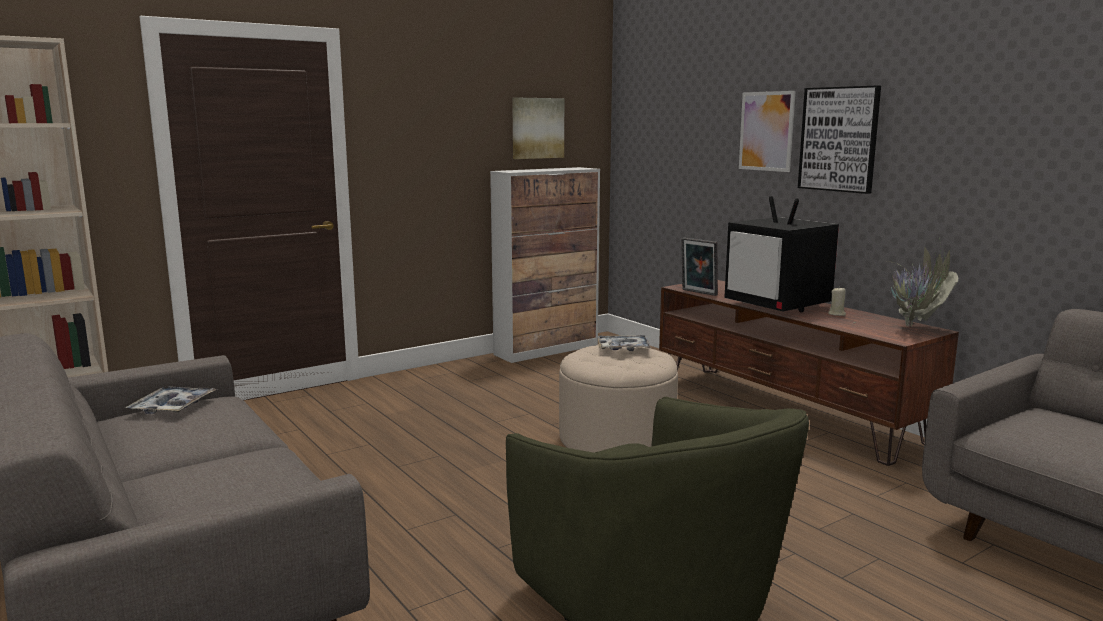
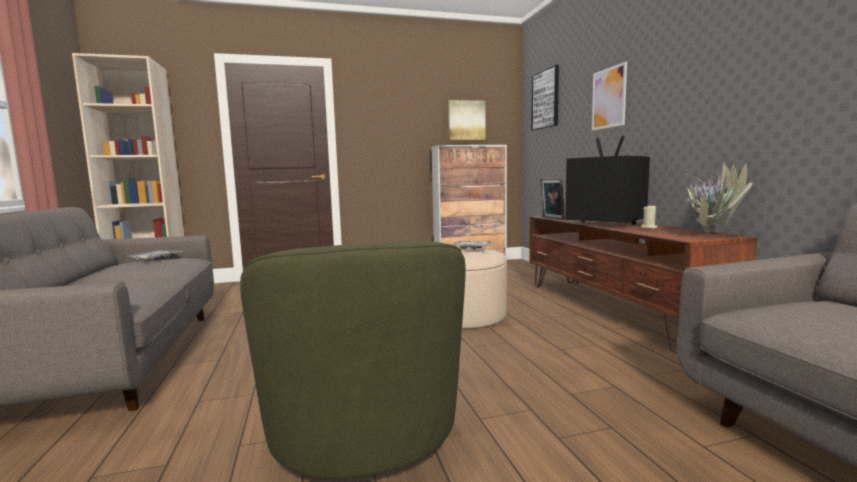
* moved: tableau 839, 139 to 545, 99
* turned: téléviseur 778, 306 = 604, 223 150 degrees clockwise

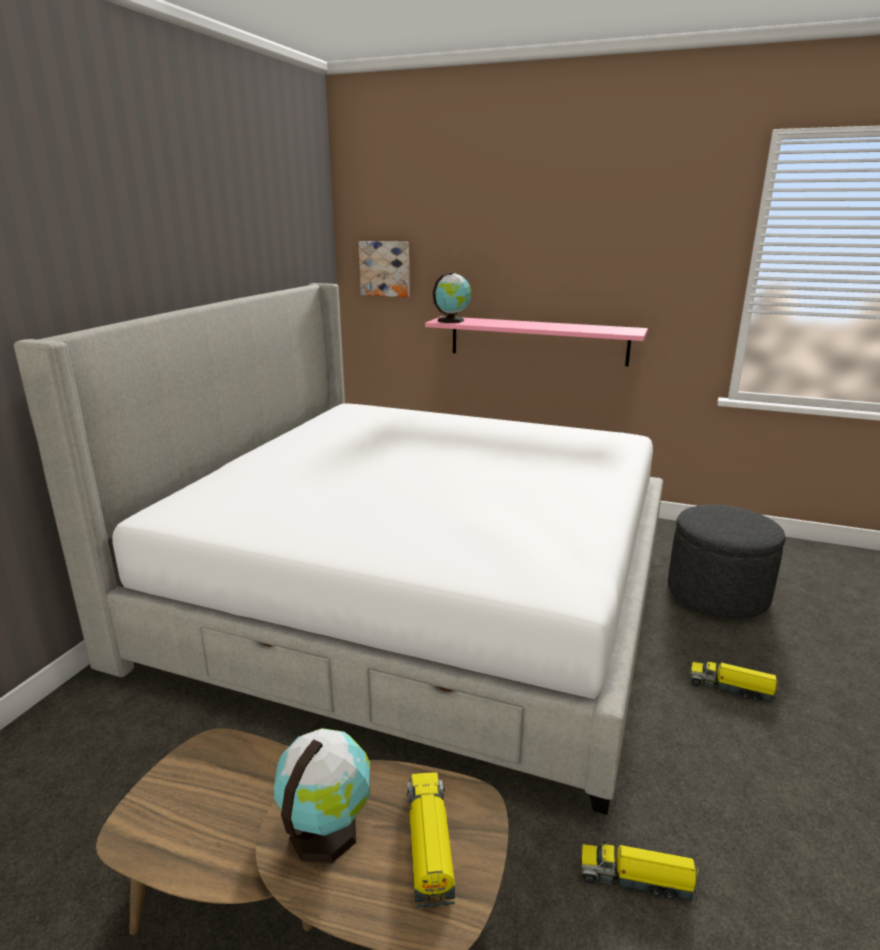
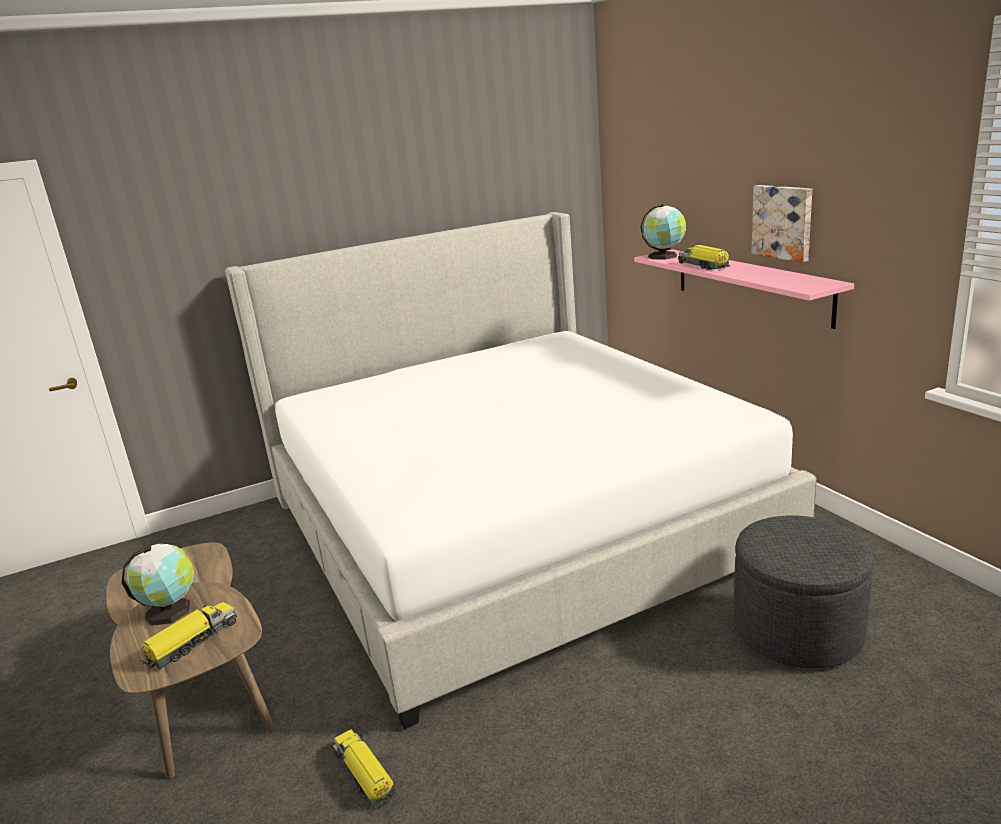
* moved: tableau 385, 268 to 783, 222
* moved: camion jouet 732, 688 to 703, 266

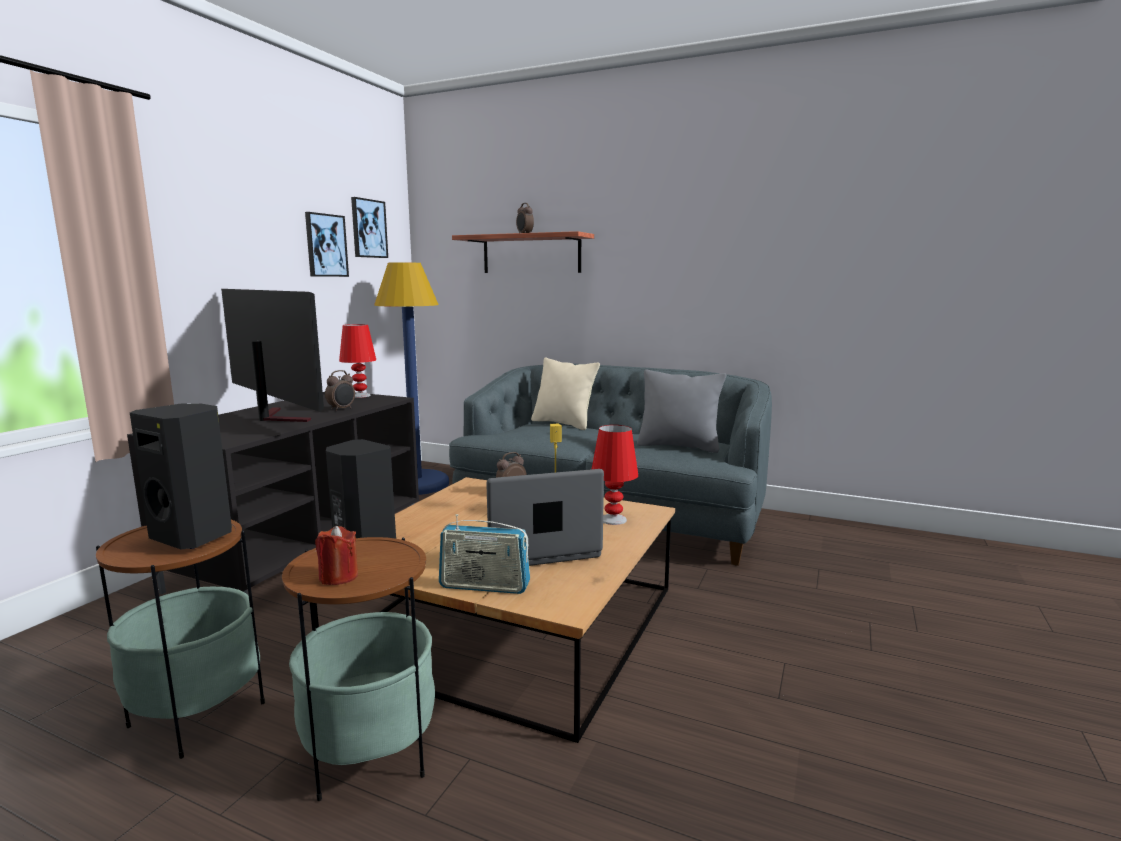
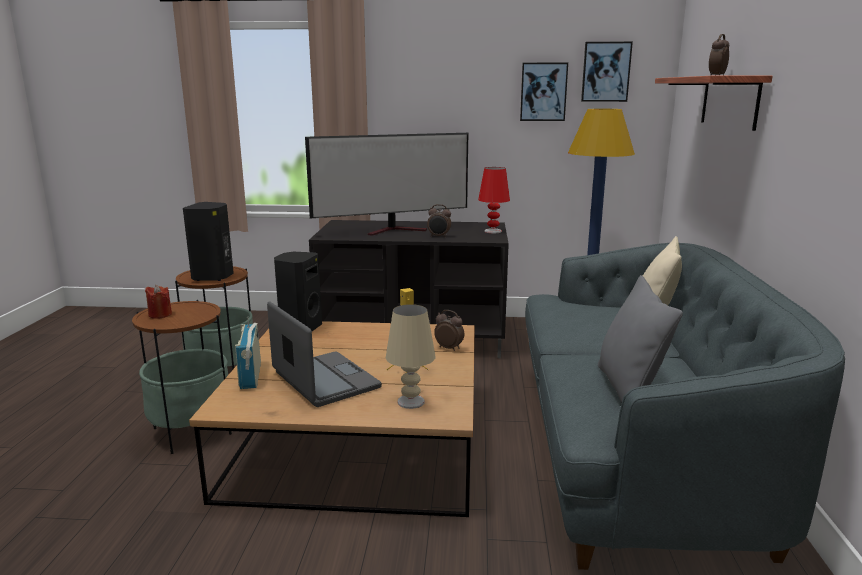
* turned: téléviseur 275, 417 = 396, 230 45 degrees clockwise
* recoloured: lampe de table/rouge 613, 519 to lampe de table/beige 411, 401

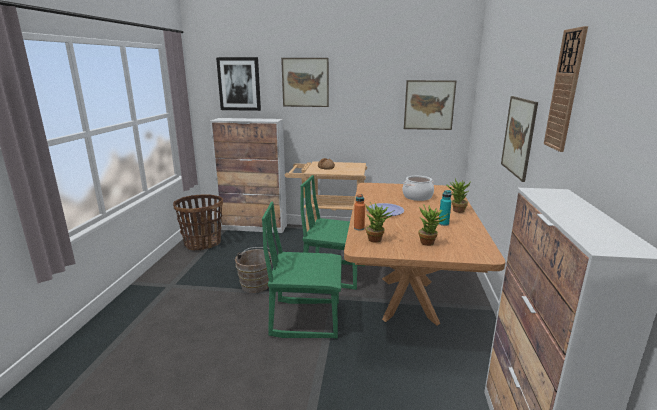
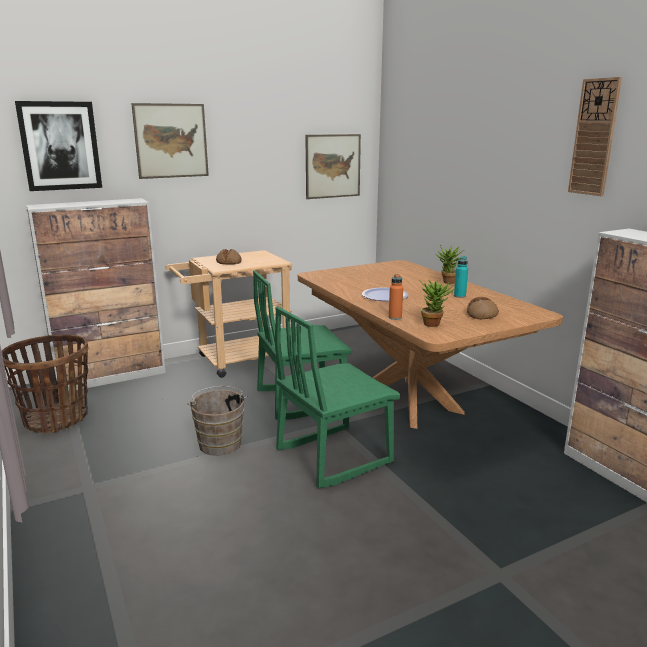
* removed: tableau 518, 136
* removed: marmite 417, 197
* replaced: plante en pot 430, 243 to pain 482, 315

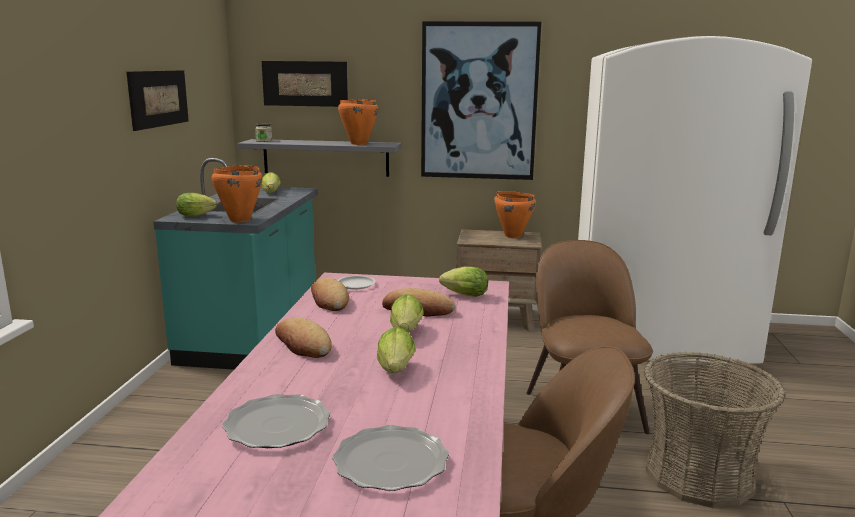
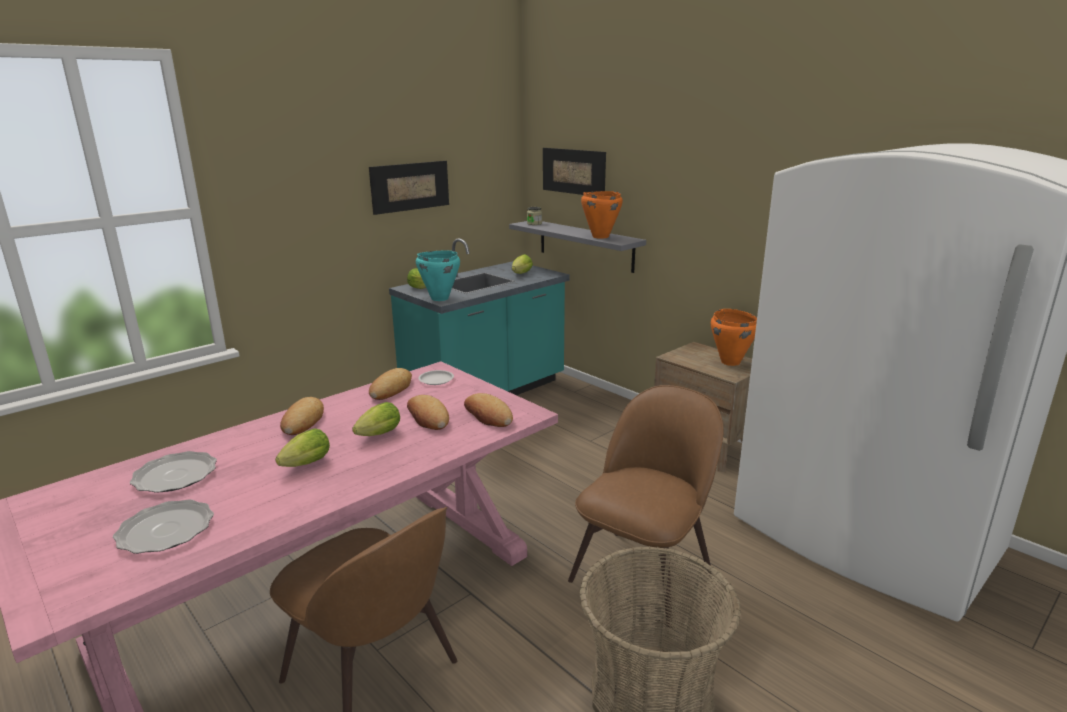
* removed: tableau 479, 102
* recoloured: marmite/orange 239, 220 to marmite/turquoise 439, 298
* replaced: laitue 462, 295 to pain 488, 415

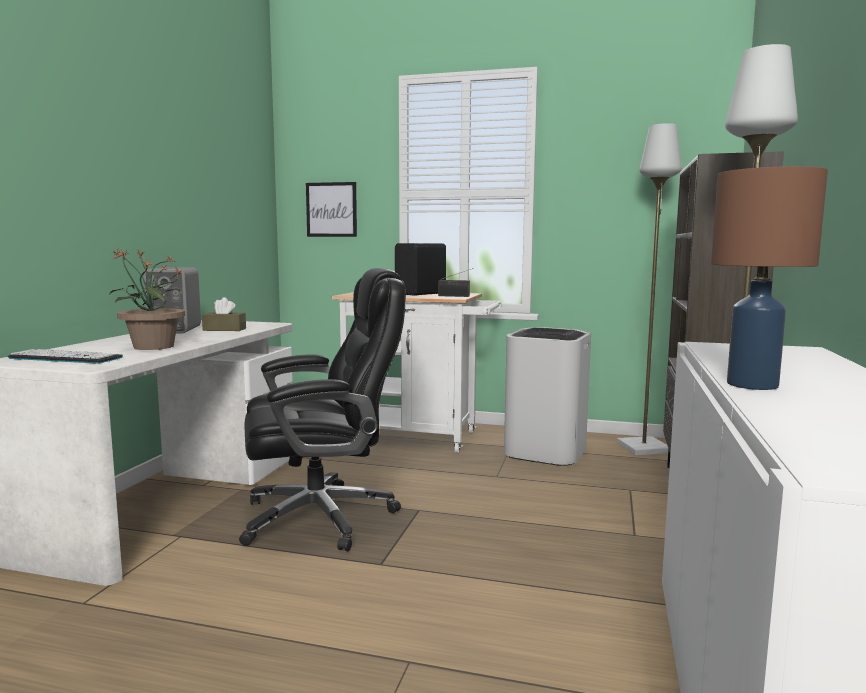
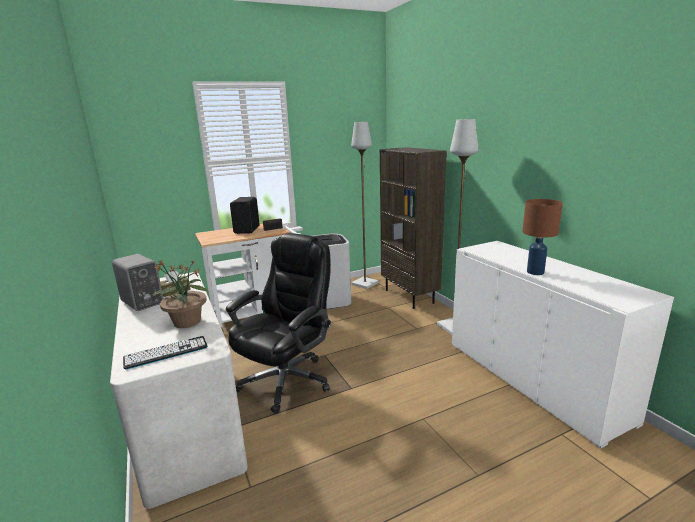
* removed: tableau 331, 209

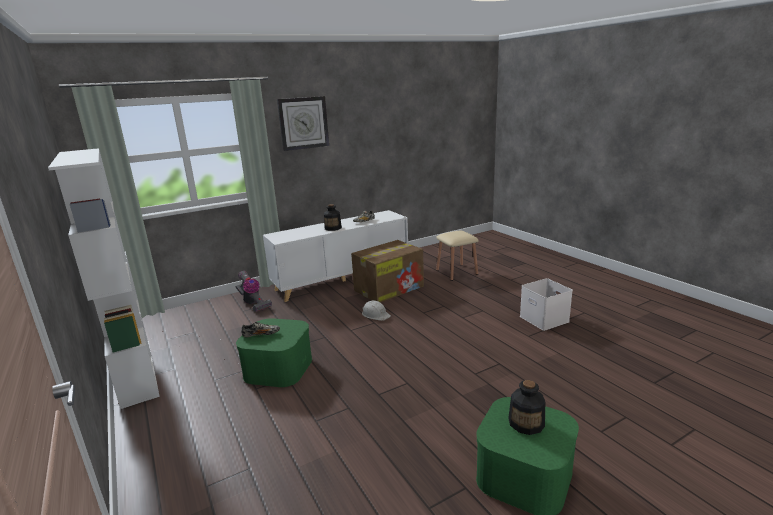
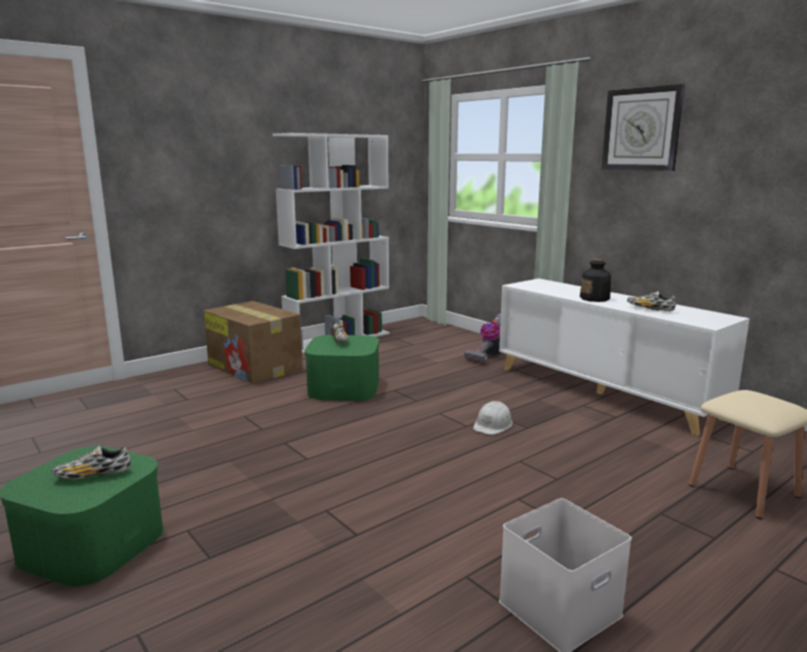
* moved: carton 389, 288 to 255, 367
* replaced: bouteille 526, 423 to chaussure 93, 476

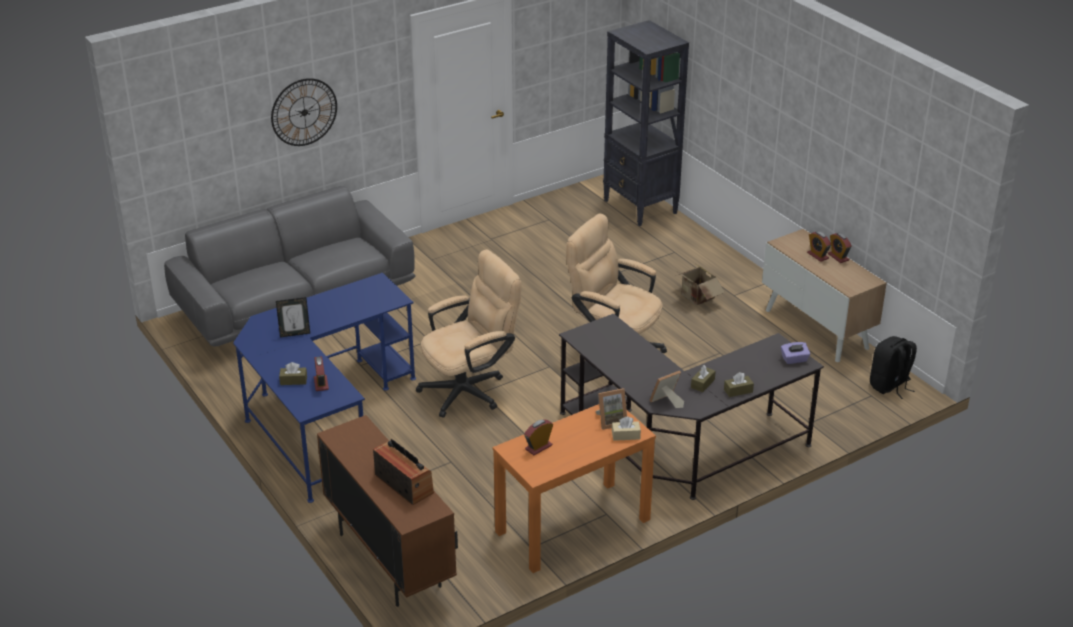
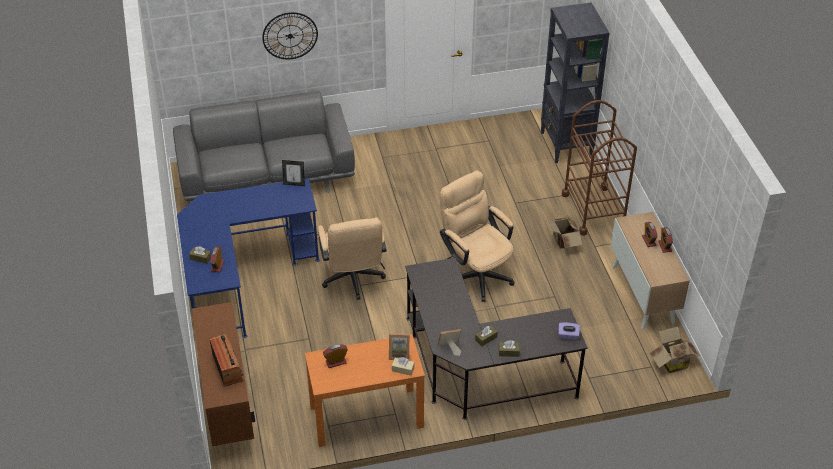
* turned: chaise de bureau/beige 470, 389 = 353, 280 90 degrees clockwise
* moved: cadre photo 295, 334 to 294, 184
* replaced: sac à dos/noir 890, 386 to carton 671, 362
* added: chariot/marron 593, 210

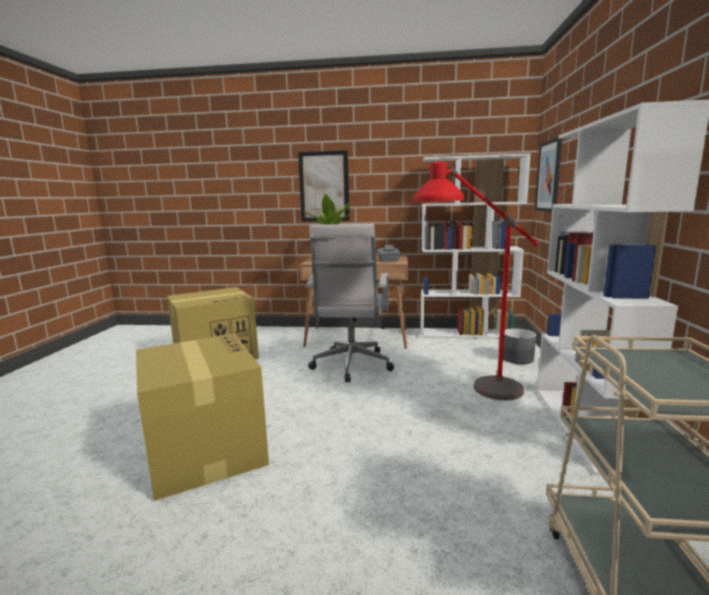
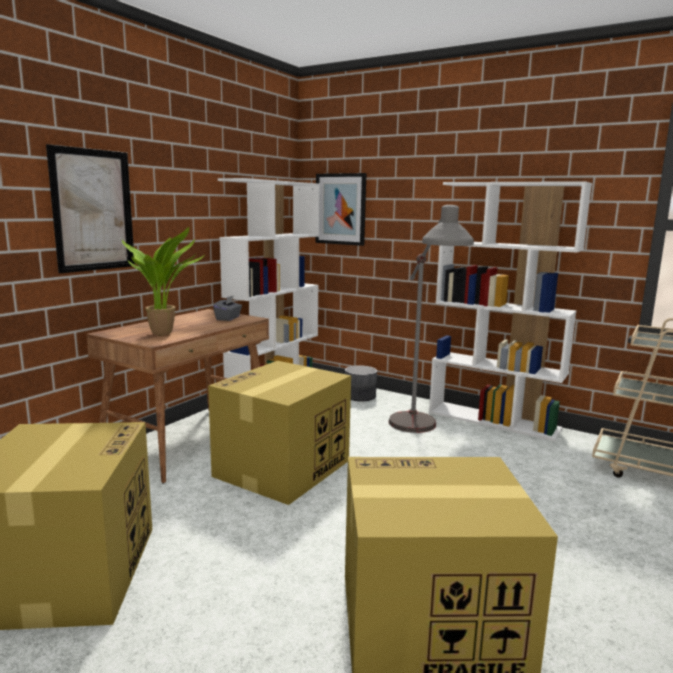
* recoloured: lampadaire/rouge 473, 397 to lampadaire/gris 419, 437
* replaced: chaise de bureau/blanc 351, 366 to carton 281, 469

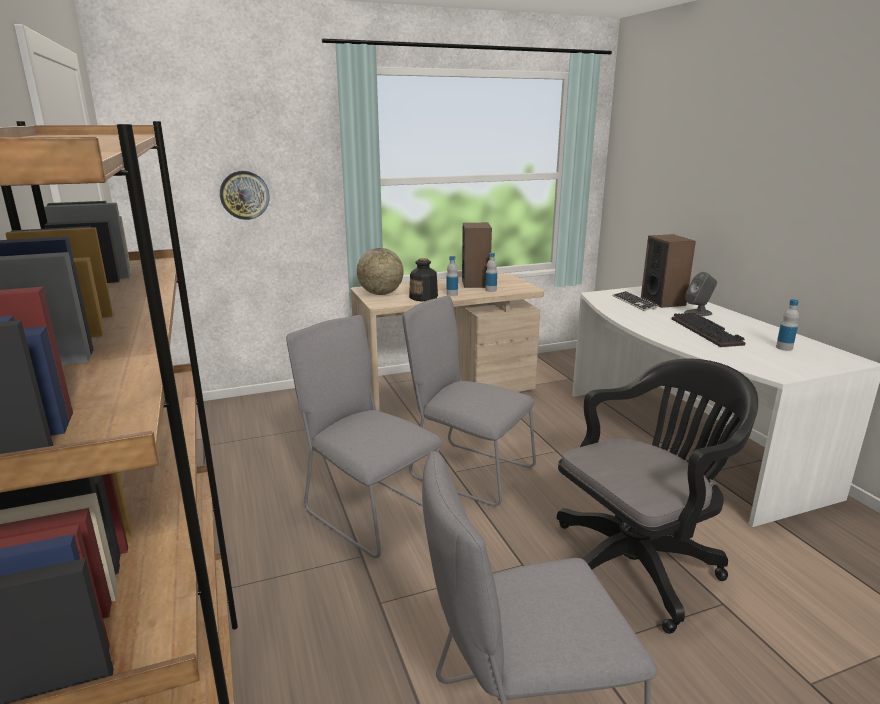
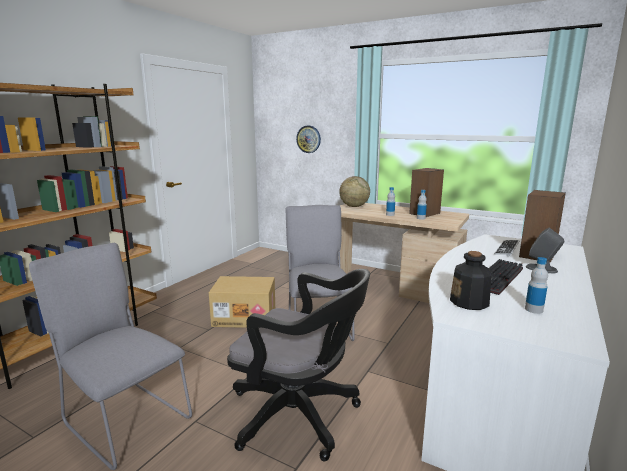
* moved: bouteille 424, 297 to 469, 302
* replaced: chaise/gris 369, 511 to carton 245, 317

